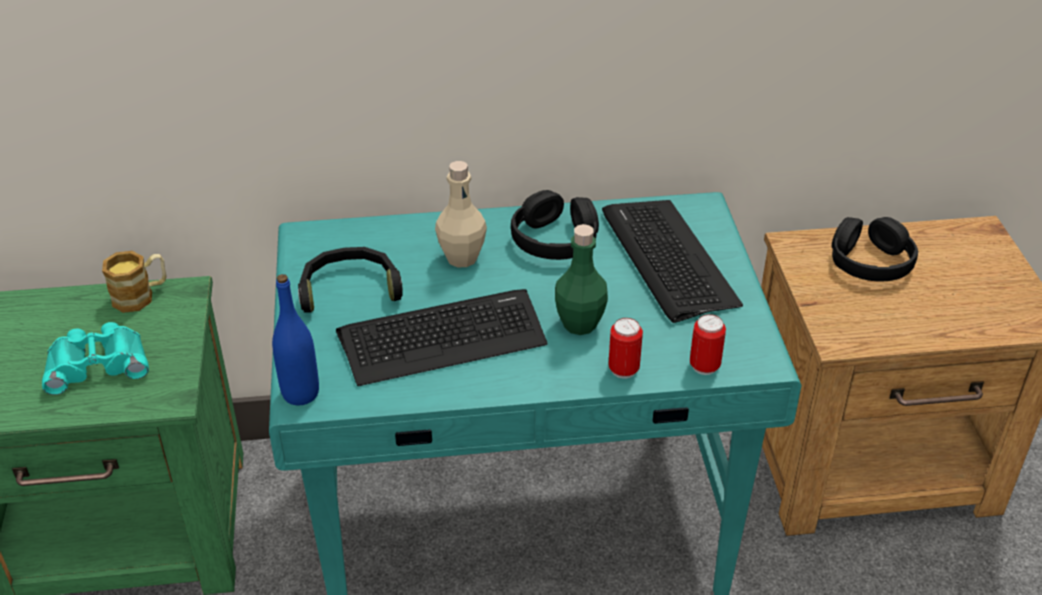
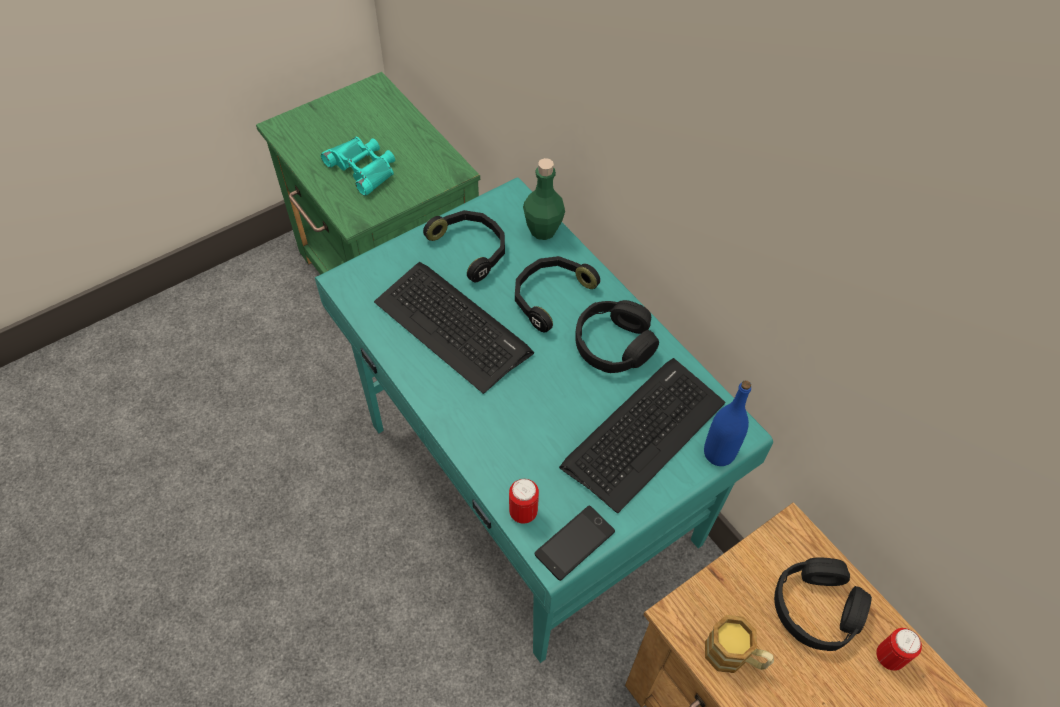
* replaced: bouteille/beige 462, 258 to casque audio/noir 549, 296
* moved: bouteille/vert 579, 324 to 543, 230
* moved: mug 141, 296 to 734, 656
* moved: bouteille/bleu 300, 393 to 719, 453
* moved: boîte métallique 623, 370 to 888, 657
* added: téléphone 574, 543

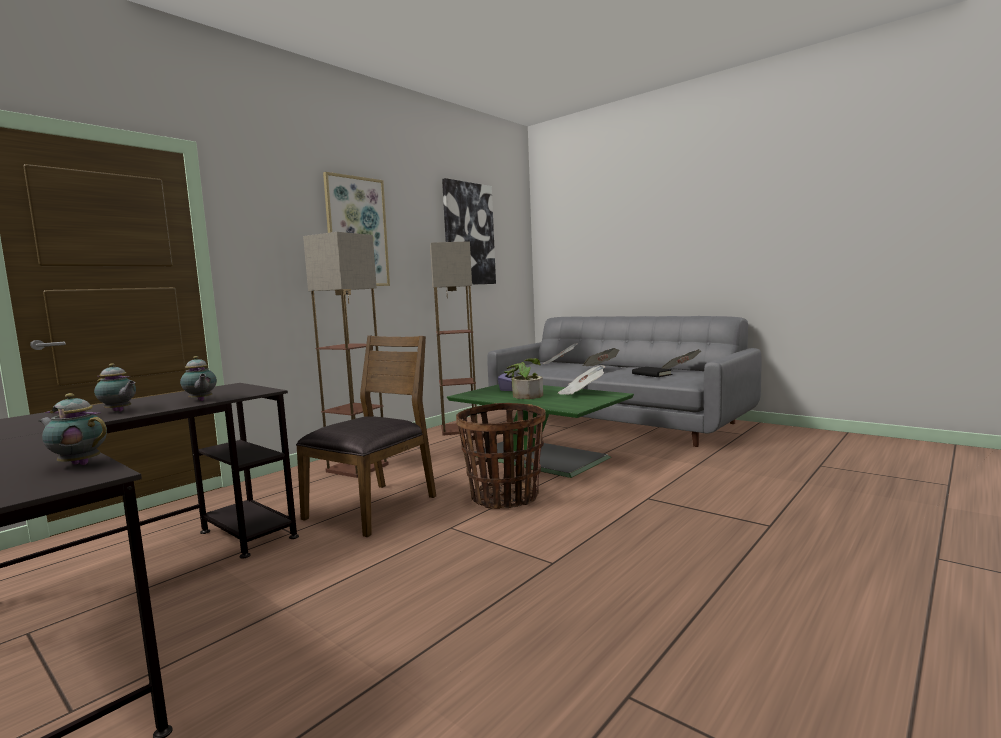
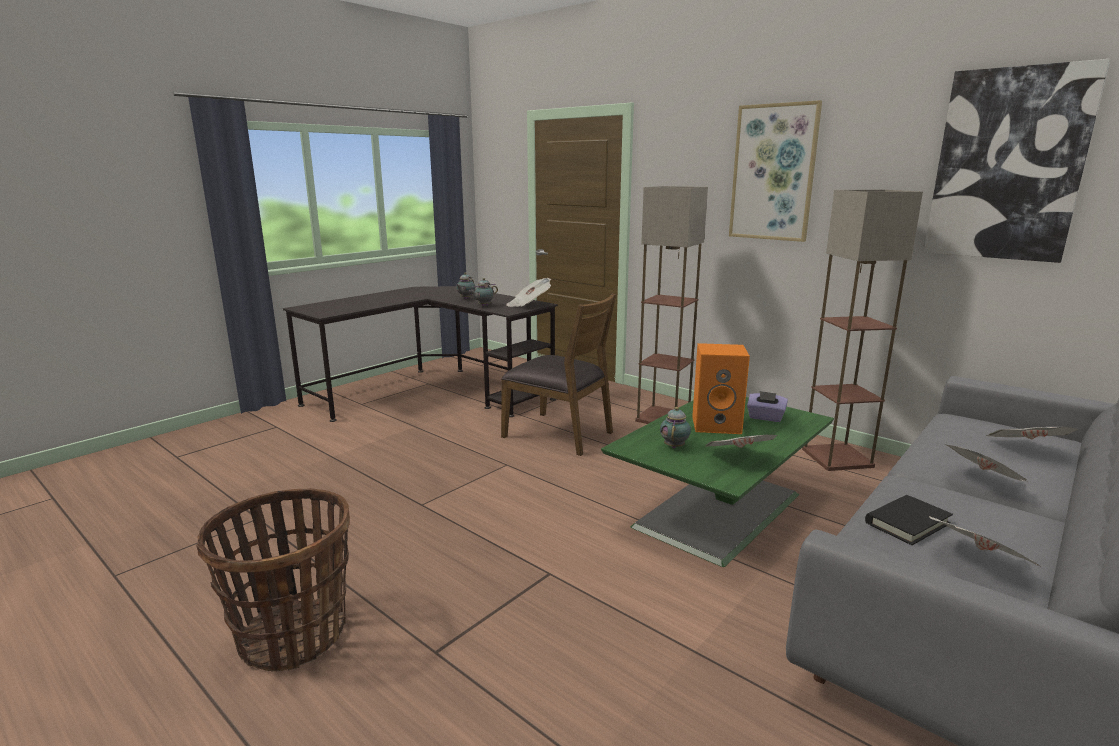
* replaced: plante en pot 525, 395 to enceinte/orange 717, 425
* moved: théière 78, 464 to 674, 446
* moved: panier 504, 497 to 293, 635
* added: journal 529, 305

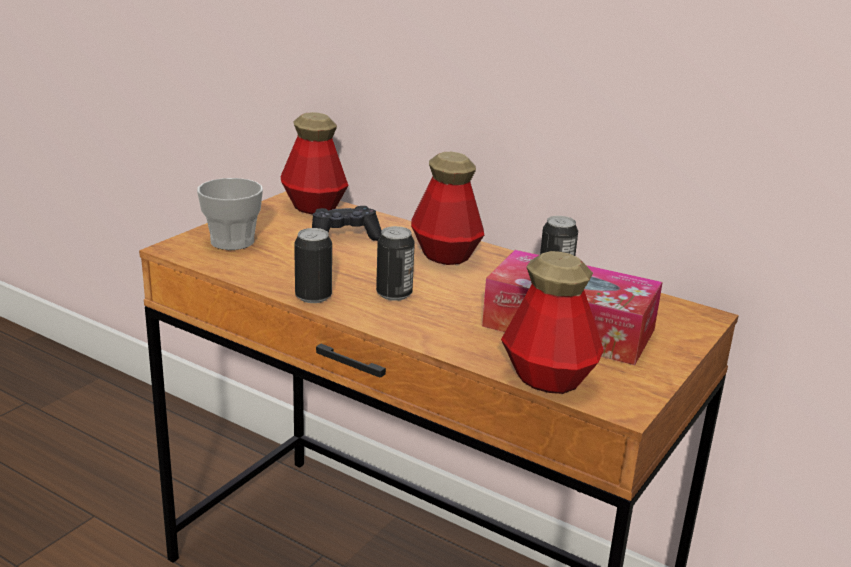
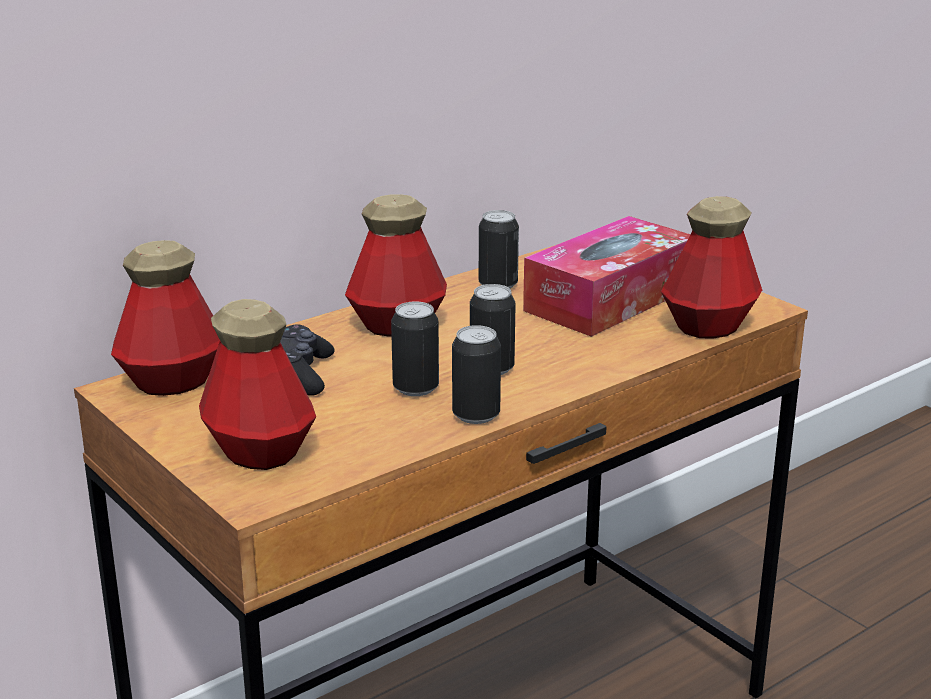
* replaced: tasse 232, 241 to bouteille 260, 452
* added: boîte métallique 415, 388

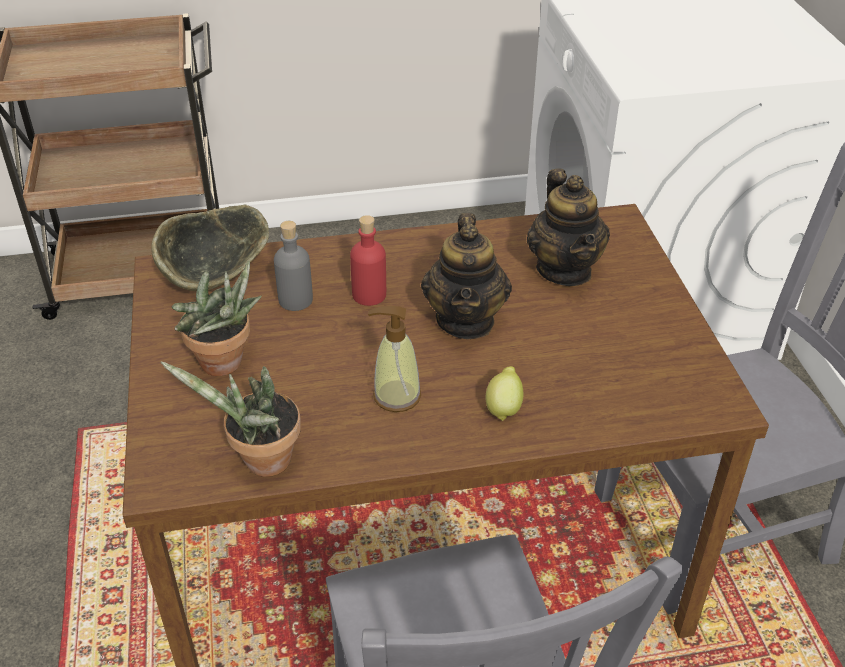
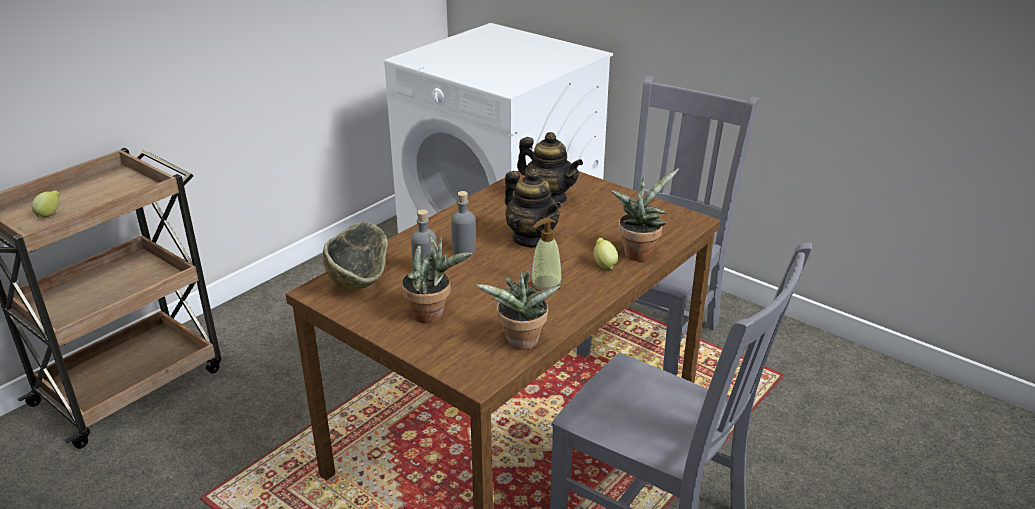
* recoloured: bouteille/rouge 369, 295 to bouteille/gris 464, 250
* added: plante en pot 639, 252
* added: citron 50, 215

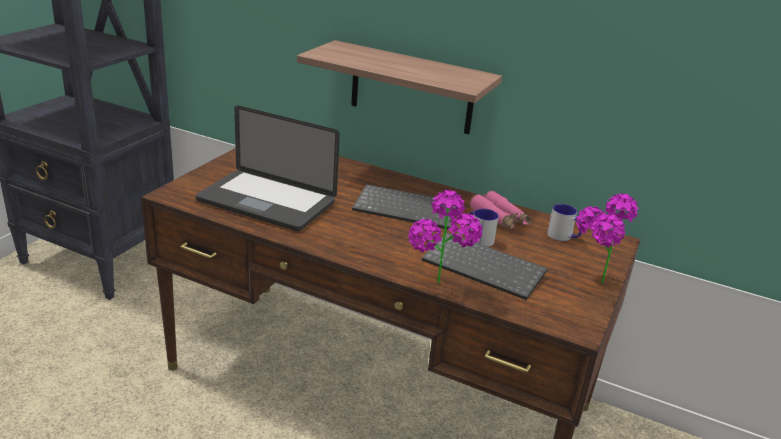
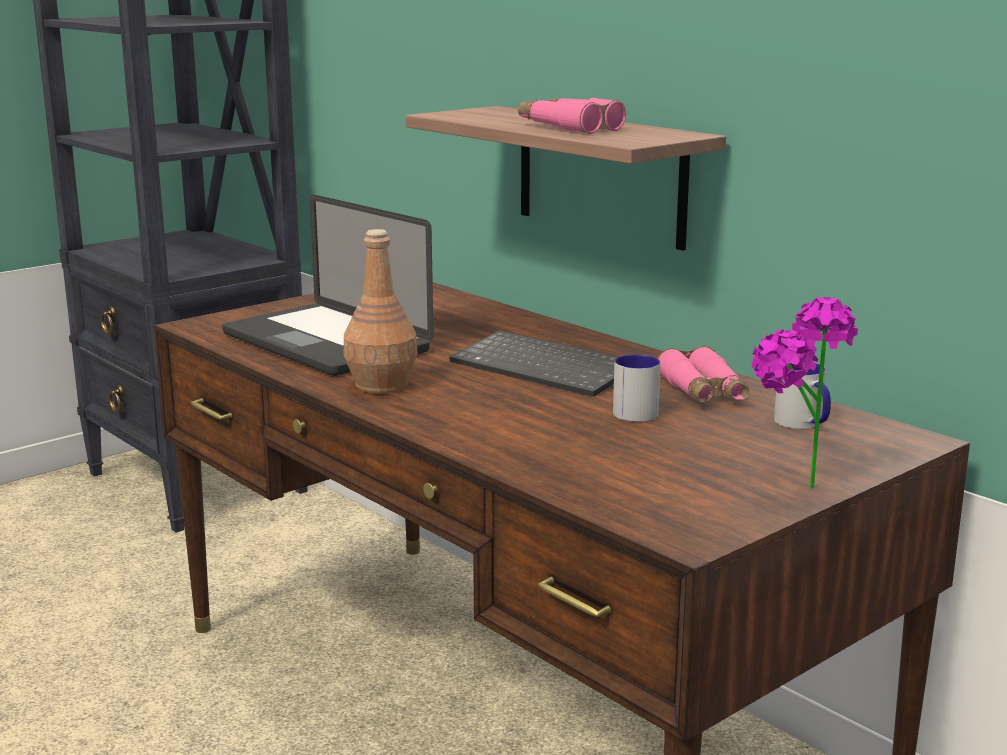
* removed: plante en pot 439, 290
* removed: clavier 485, 267
* added: jumelles/rose 569, 127
* added: bouteille/marron 380, 385

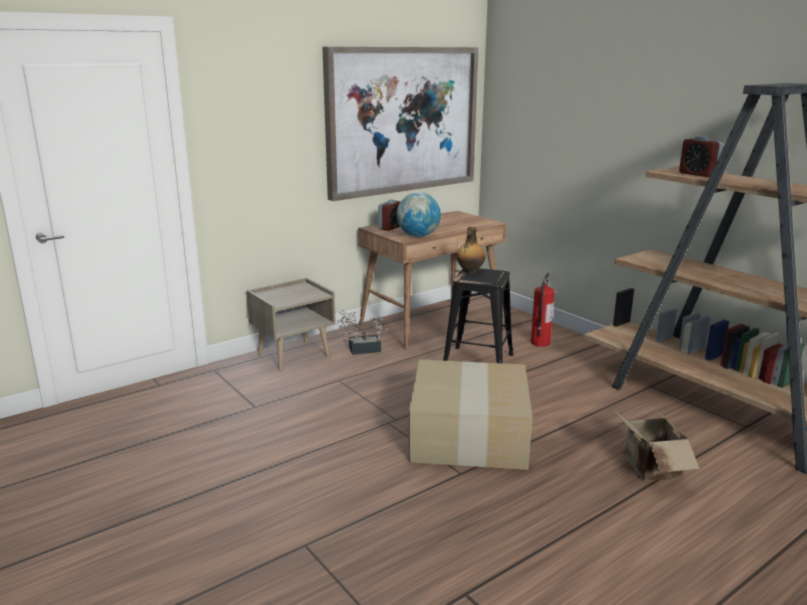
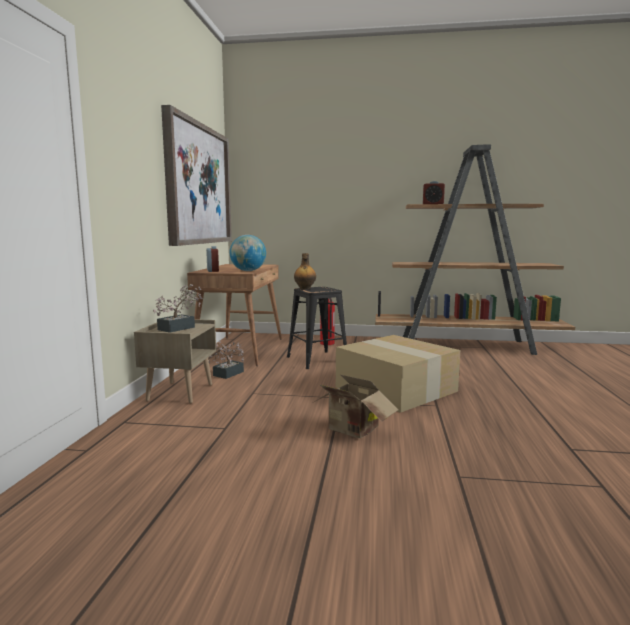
* moved: carton 648, 470 to 352, 431
* added: plante en pot 180, 328

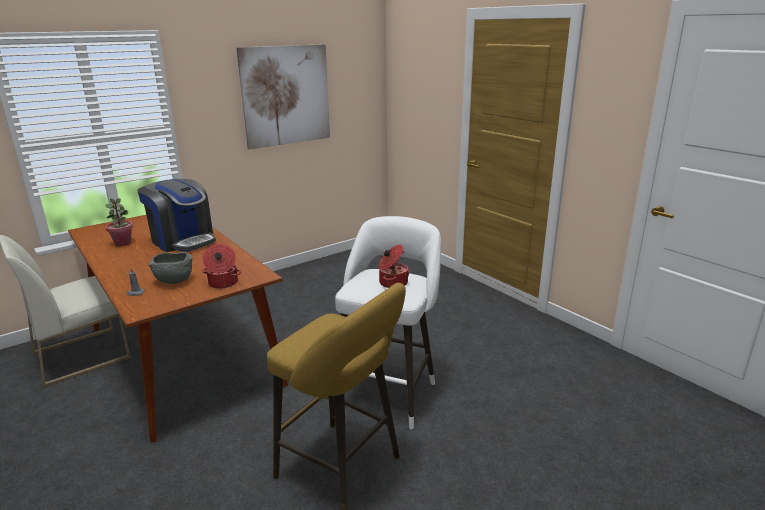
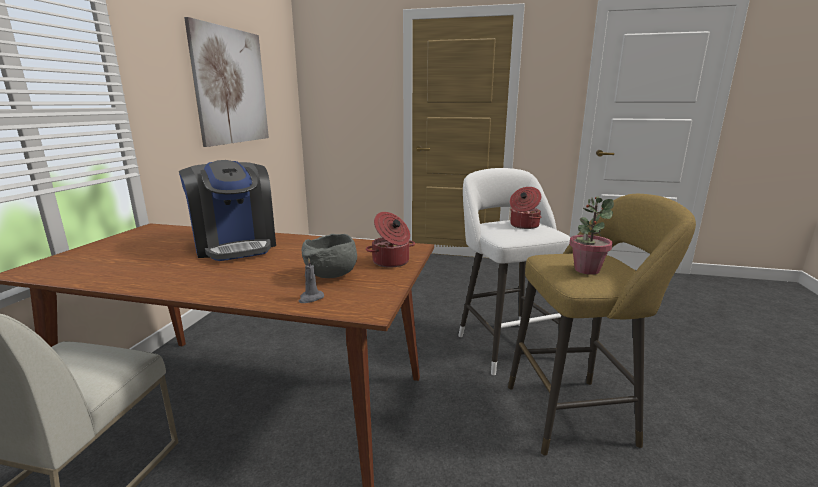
* turned: machine à café 183, 240 = 235, 246 60 degrees clockwise
* moved: plante en pot 123, 243 to 586, 270

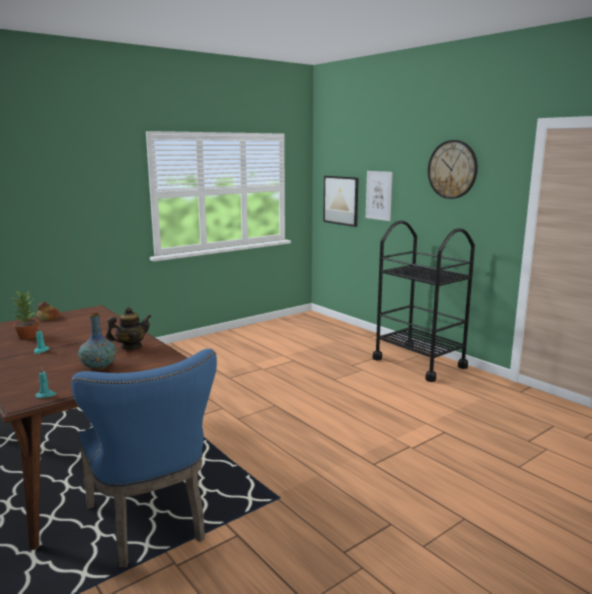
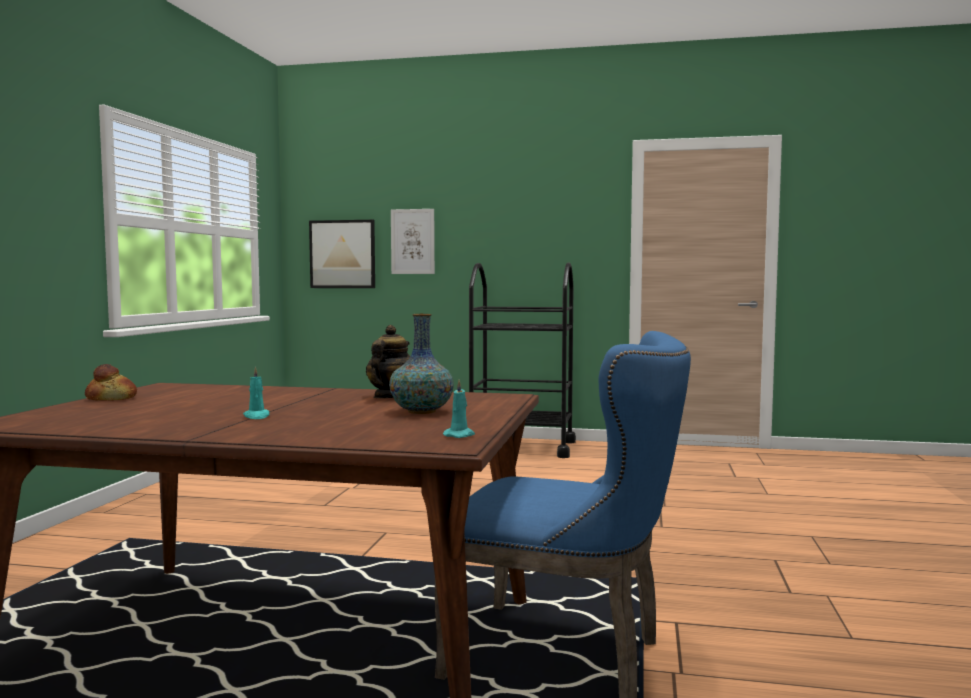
* removed: horloge murale 452, 169
* removed: plante en pot 28, 336

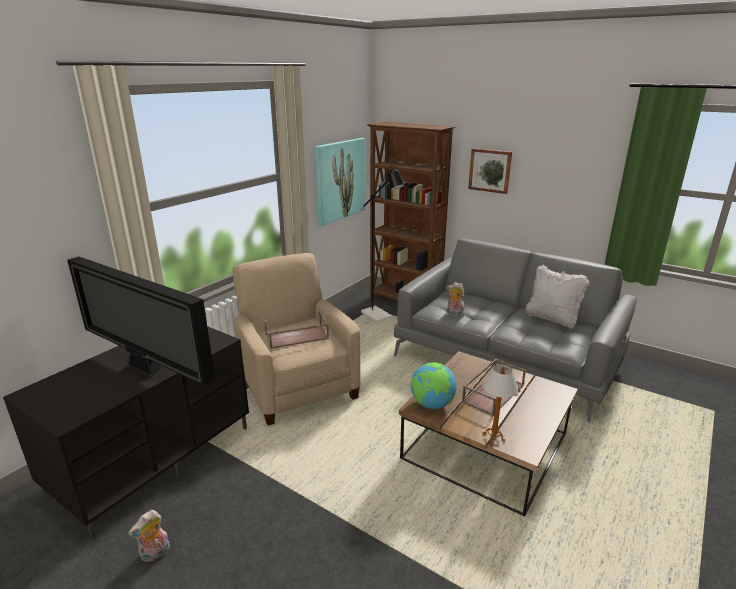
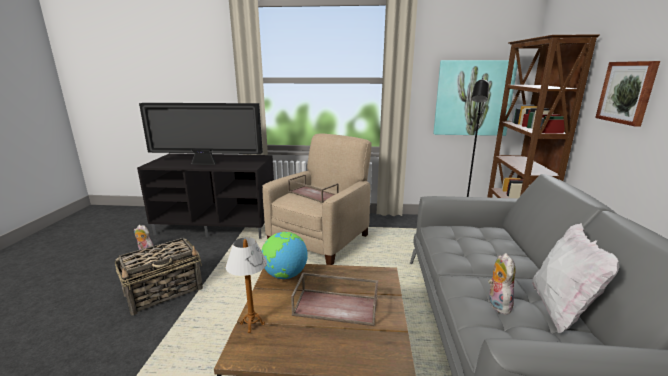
* turned: téléviseur 146, 369 = 206, 163 90 degrees counterclockwise
* moved: peluche 454, 314 to 497, 304
* added: panier 165, 291

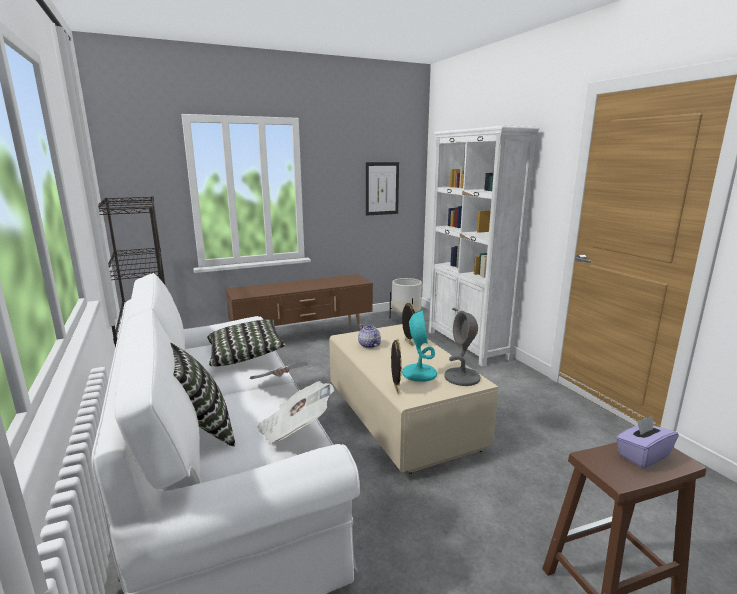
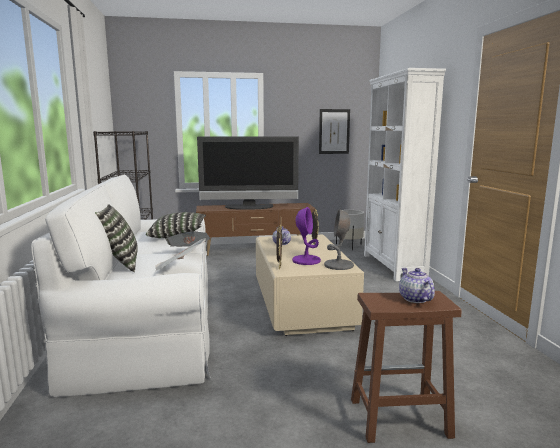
* recoloured: lampe de table/turquoise 419, 373 to lampe de table/violet 306, 260
* replaced: boîte à mouchoirs/violet 642, 455 to théière 415, 299
* added: téléviseur 249, 207

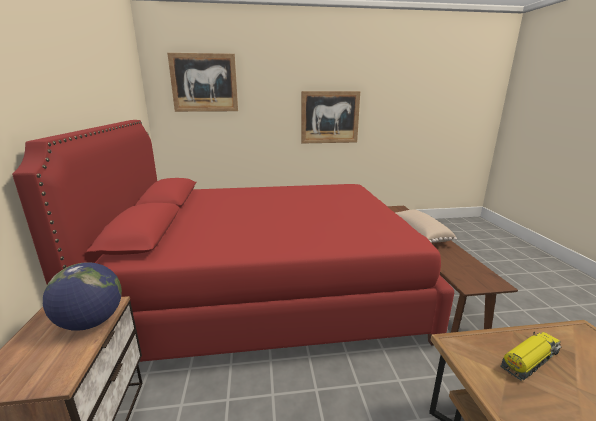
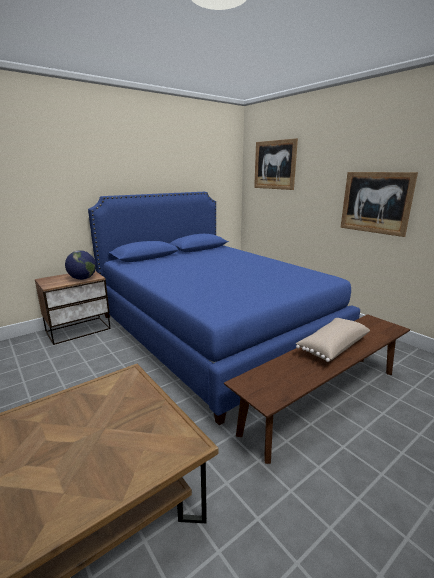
* recoloured: lit/rouge 267, 290 to lit/bleu 214, 332
* removed: camion jouet 529, 360

